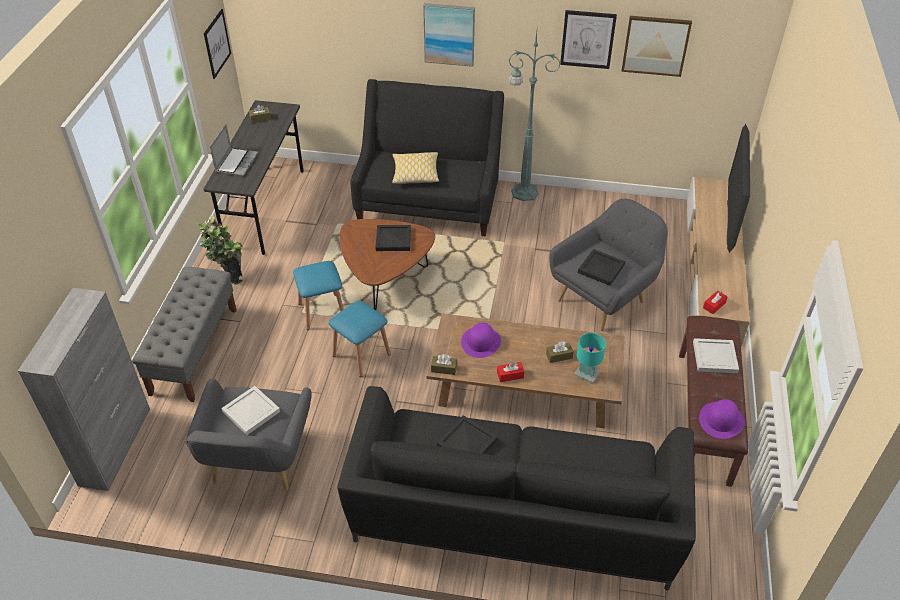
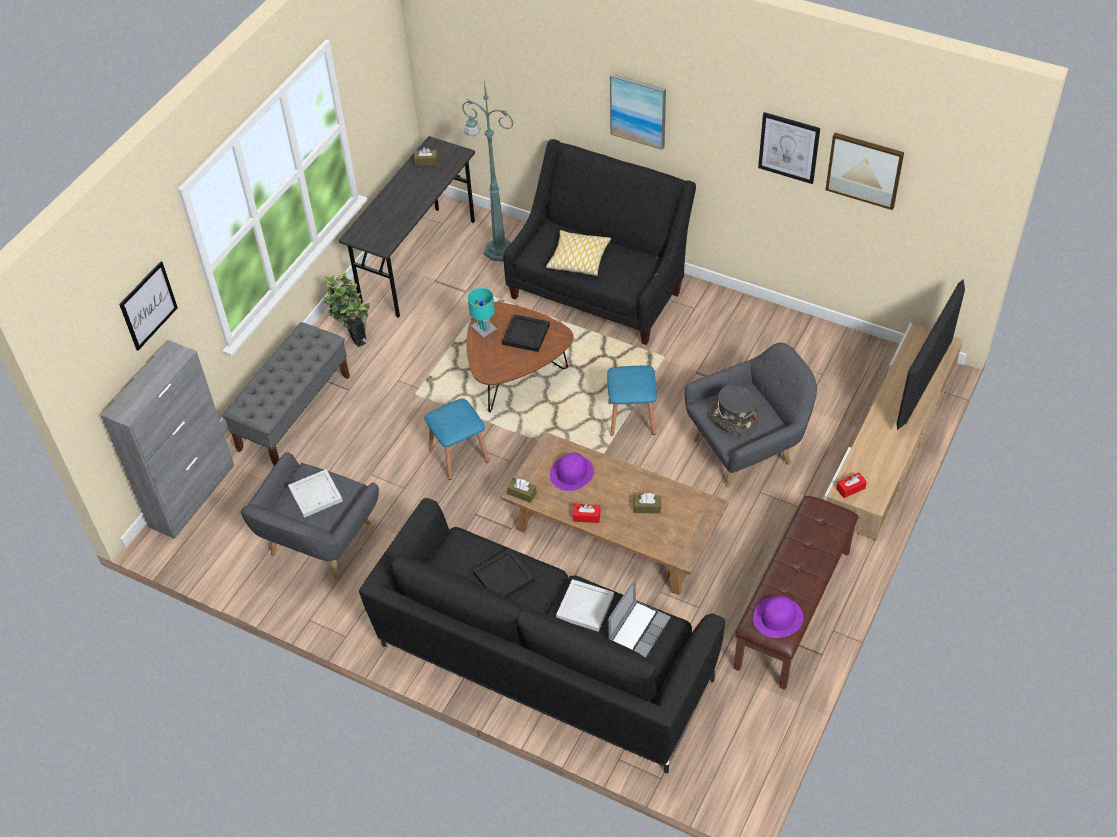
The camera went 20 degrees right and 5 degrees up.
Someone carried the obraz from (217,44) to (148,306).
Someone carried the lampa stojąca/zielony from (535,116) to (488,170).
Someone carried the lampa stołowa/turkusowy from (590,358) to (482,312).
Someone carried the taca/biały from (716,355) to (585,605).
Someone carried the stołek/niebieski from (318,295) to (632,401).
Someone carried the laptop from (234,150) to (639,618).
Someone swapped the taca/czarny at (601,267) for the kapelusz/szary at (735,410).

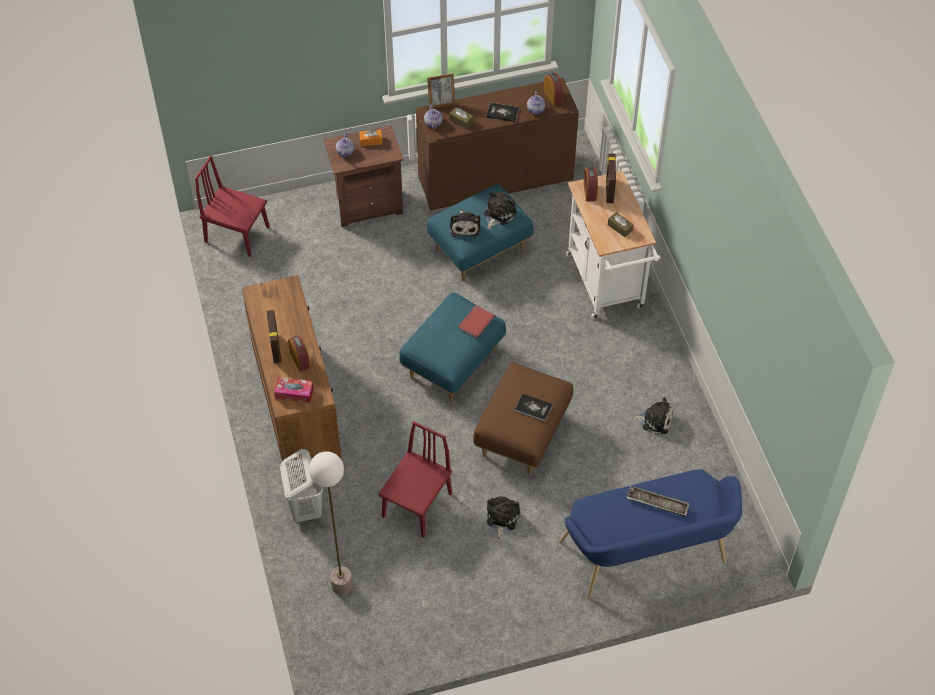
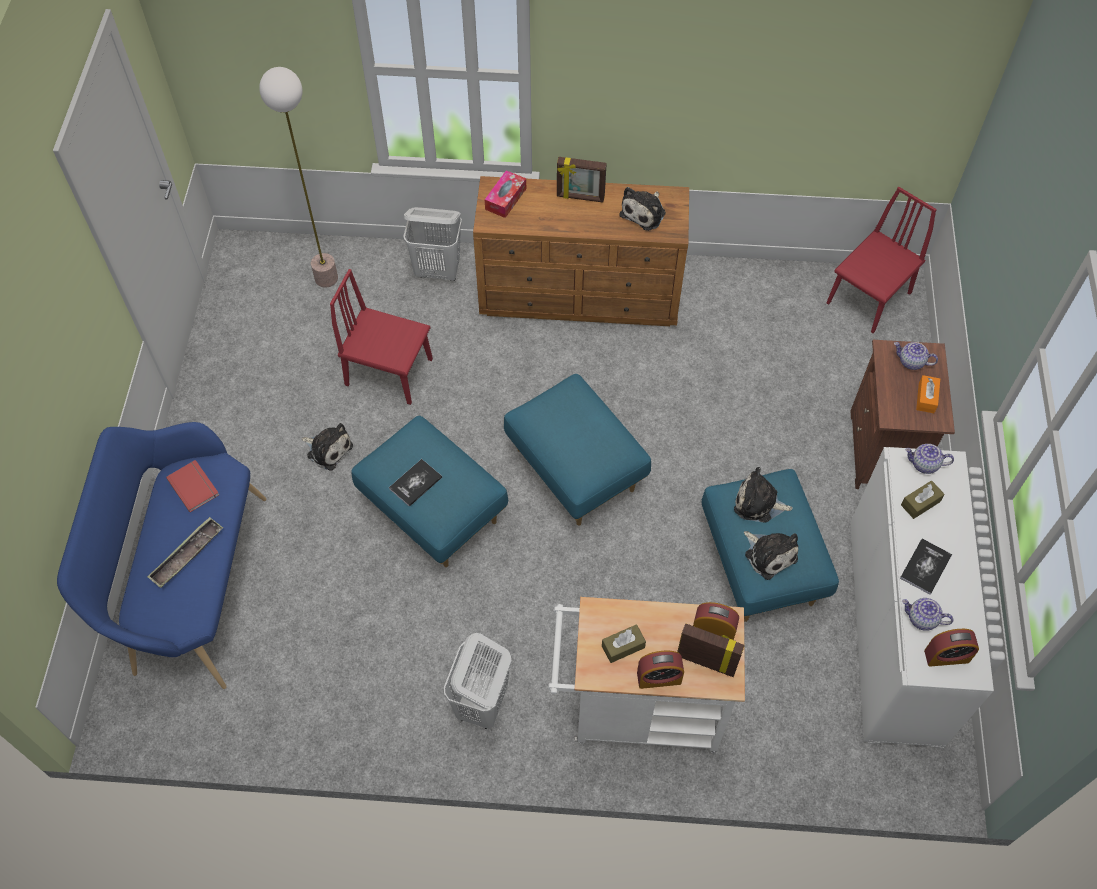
The camera went 110 degrees right and 5 degrees up.
Someone carried the książka/czerwony from (476,321) to (192,486).
Someone rotated the krzesło/czerwony at (415,479) by 150 degrees clockwise.
Someone repainted the pufa/brązowy at (523,418), which became the pufa/niebieski at (429,491).
Someone put down the kosz na pranie/biały at (478,681).
Someone carried the pluszak from (652,415) to (642,209).
Someone carried the budzik from (299,353) to (660,670).
Someone repainted the szafka/brązowy at (497,144), which became the szafka/biały at (922,597).
Someone took away the ramka na zdjęcie at (441,91).

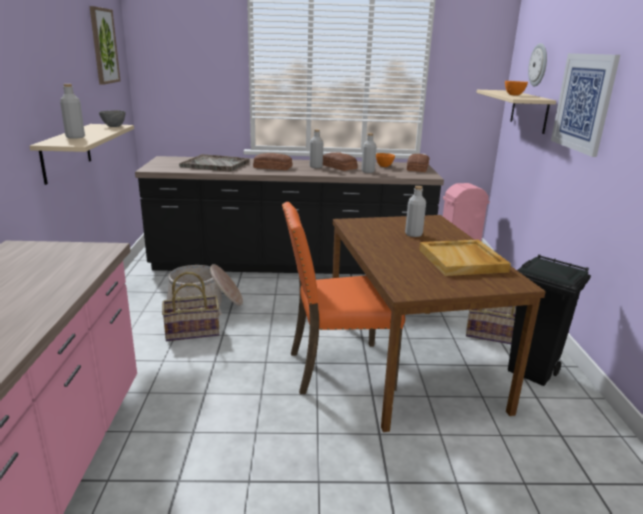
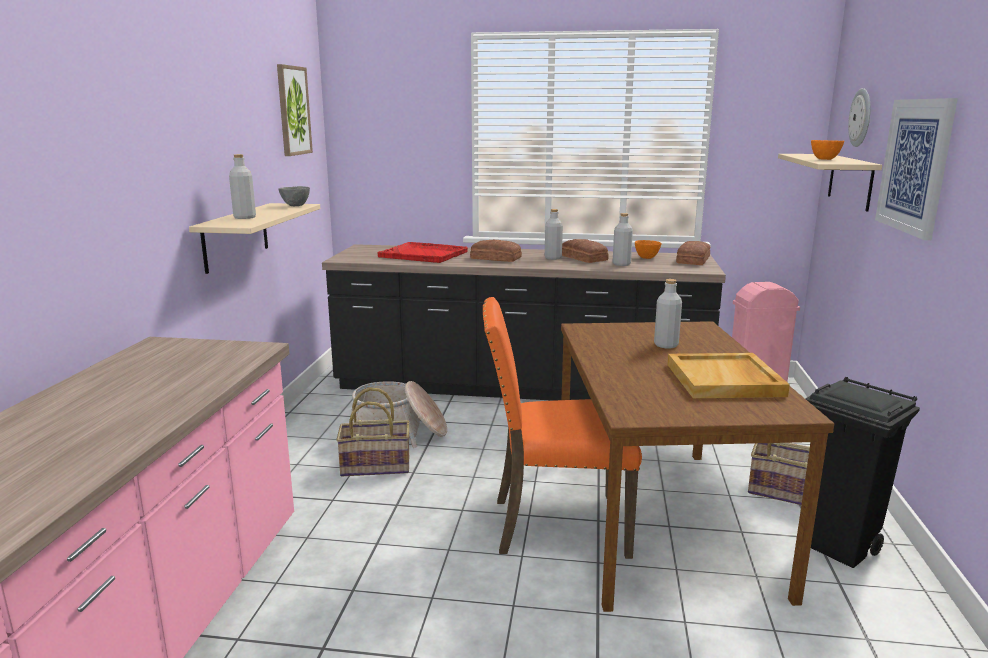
The camera went 10 degrees right and 5 degrees down.
Someone repainted the taca/szary at (214,163), which became the taca/czerwony at (423,252).

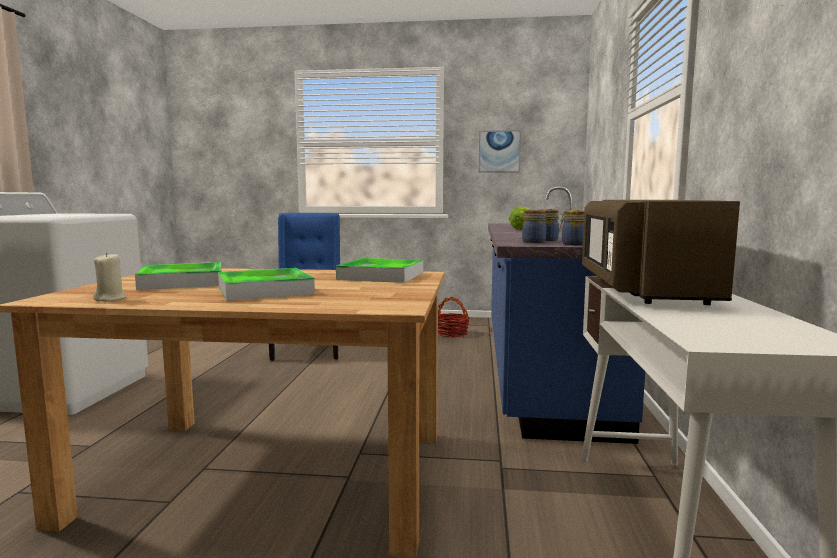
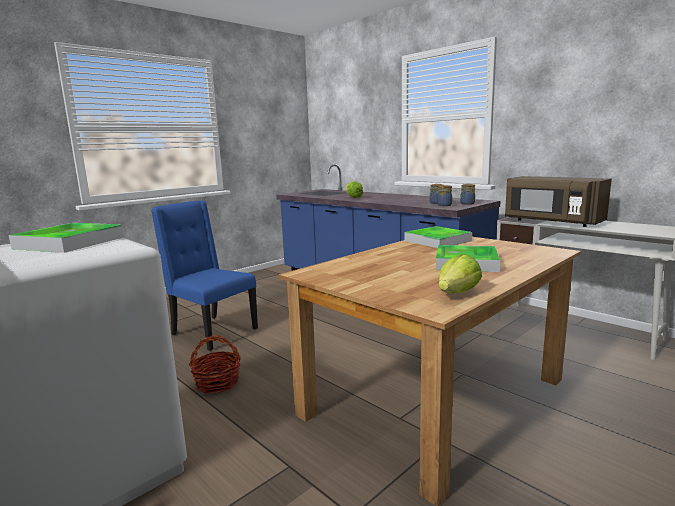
The camera went 50 degrees left and 5 degrees up.
Someone carried the taca from (178,276) to (66,238).
Someone carried the koszyk from (454,317) to (214,364).
Someone swapped the świeca/beżowy at (110,276) for the sałata at (460,273).
Someone took away the obraz at (500,151).

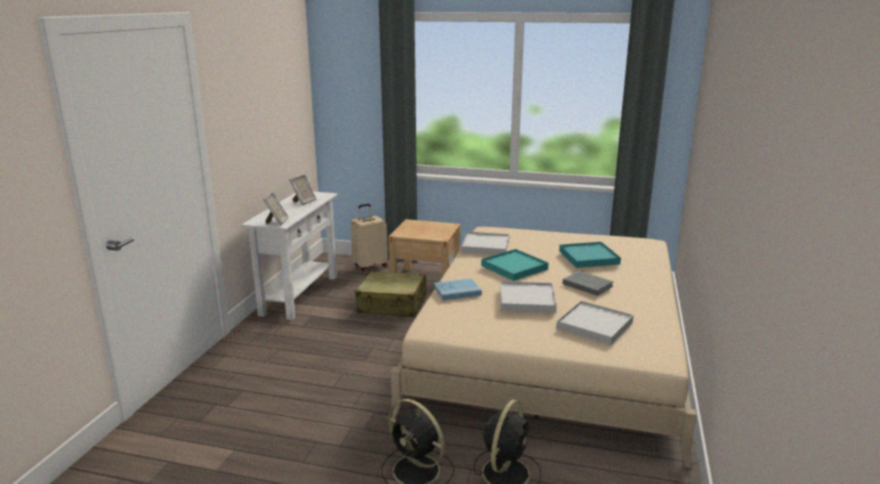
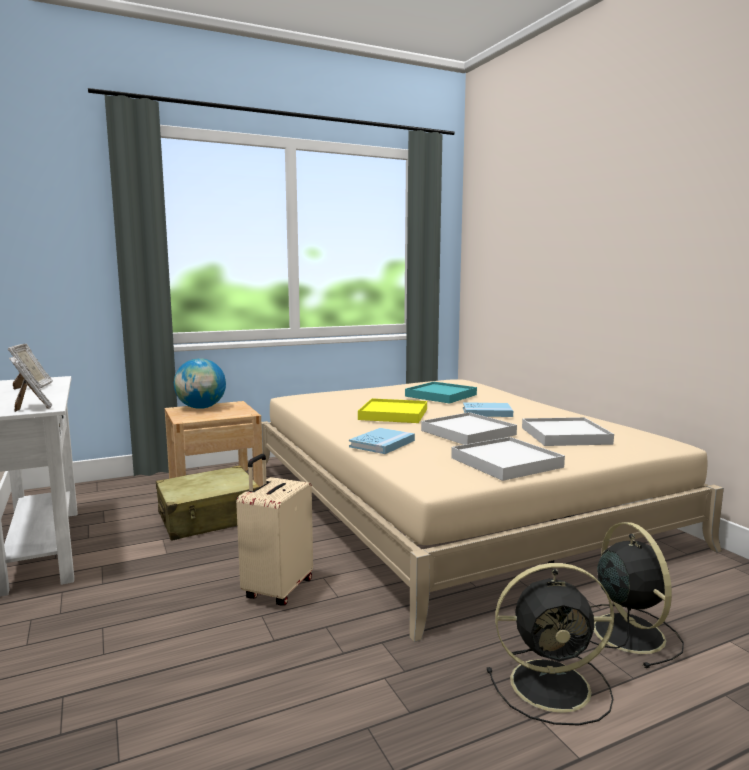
The camera went 40 degrees left and 10 degrees down.
Someone put down the globus at (200,383).
Someone carried the walizka/beżowy from (369,238) to (274,530).
Someone repainted the taca/turkusowy at (515,265), which became the taca/żółty at (392,410).
Someone carried the taca/biały from (485,243) to (508,459).
Someone repainted the książka/szary at (588,283), which became the książka/niebieski at (488,409).

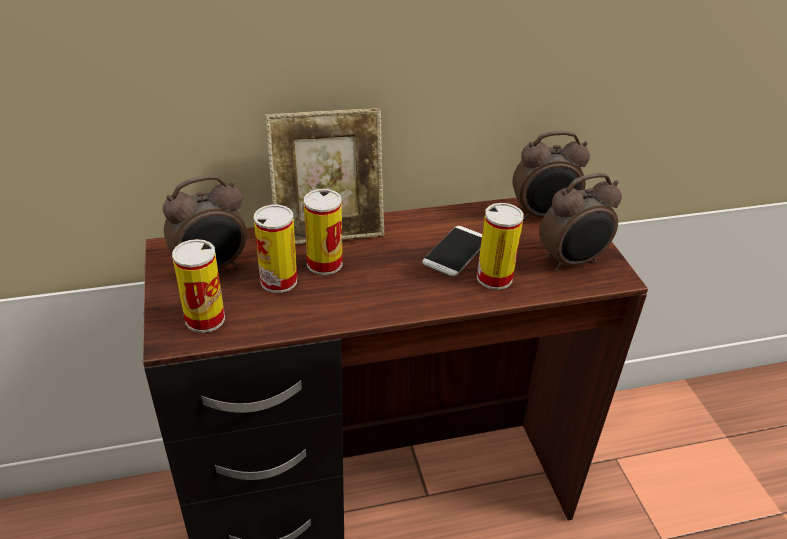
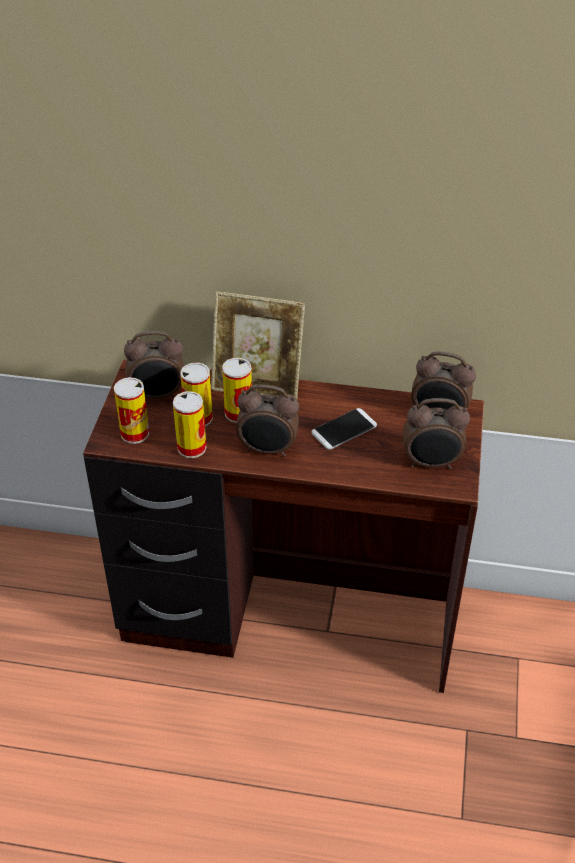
The camera went 25 degrees right and 5 degrees up.
Someone carried the puszka from (500,246) to (190,424).
Someone put down the budzik at (267,421).

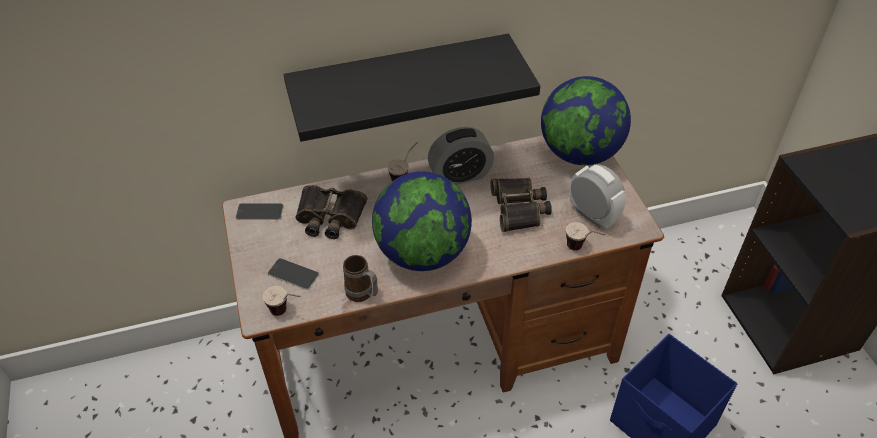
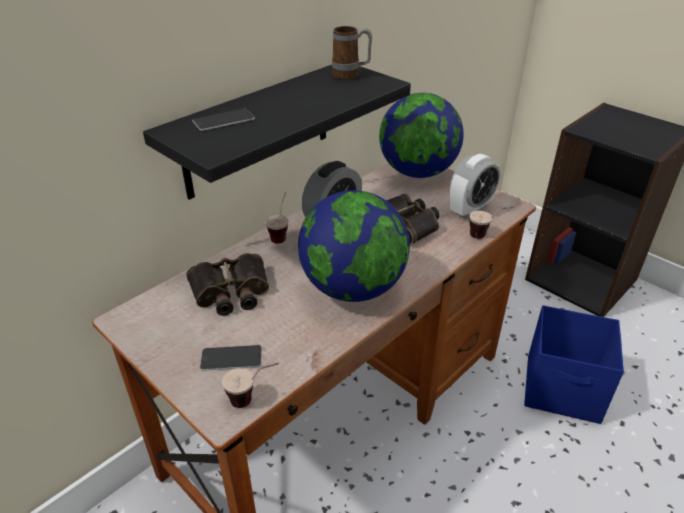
The camera went 30 degrees left and 10 degrees down.
Someone carried the telefon from (259,211) to (223,119).
Someone carried the kubek from (360,278) to (352,53).
Someone rotated the budzik at (598,196) by 120 degrees clockwise.

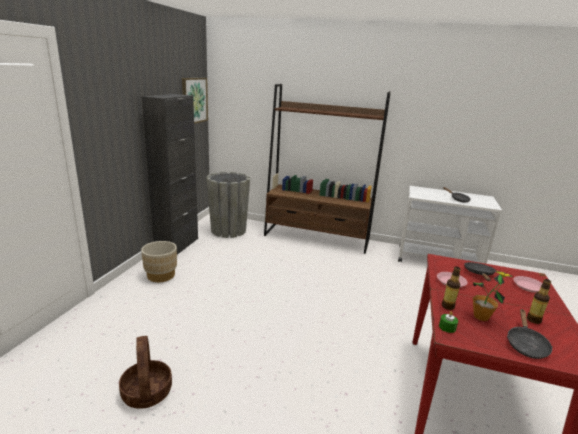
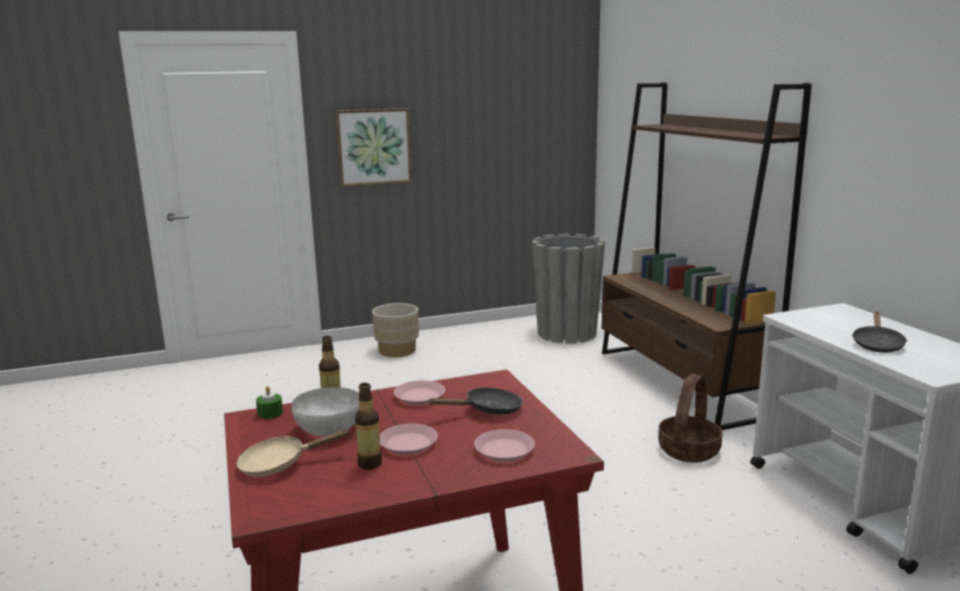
The camera went 55 degrees right and 5 degrees down.
Someone repainted the patelnia/czarny at (530,334), which became the patelnia/beżowy at (293,453).
Someone swapped the roślina doniczkowa at (493,296) for the miska/biały at (325,411).
Someone carried the obraz from (195,101) to (373,147).
Someone put down the talerz/różowy at (409,439).
Someone carried the koszyk from (145,372) to (690,418).
Someone took away the szafka/czarny at (170,174).

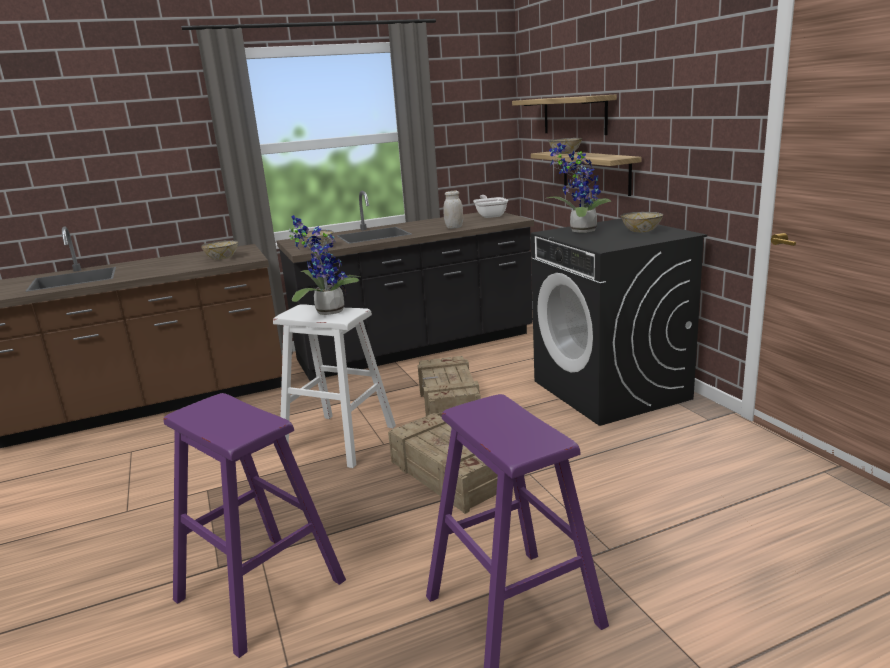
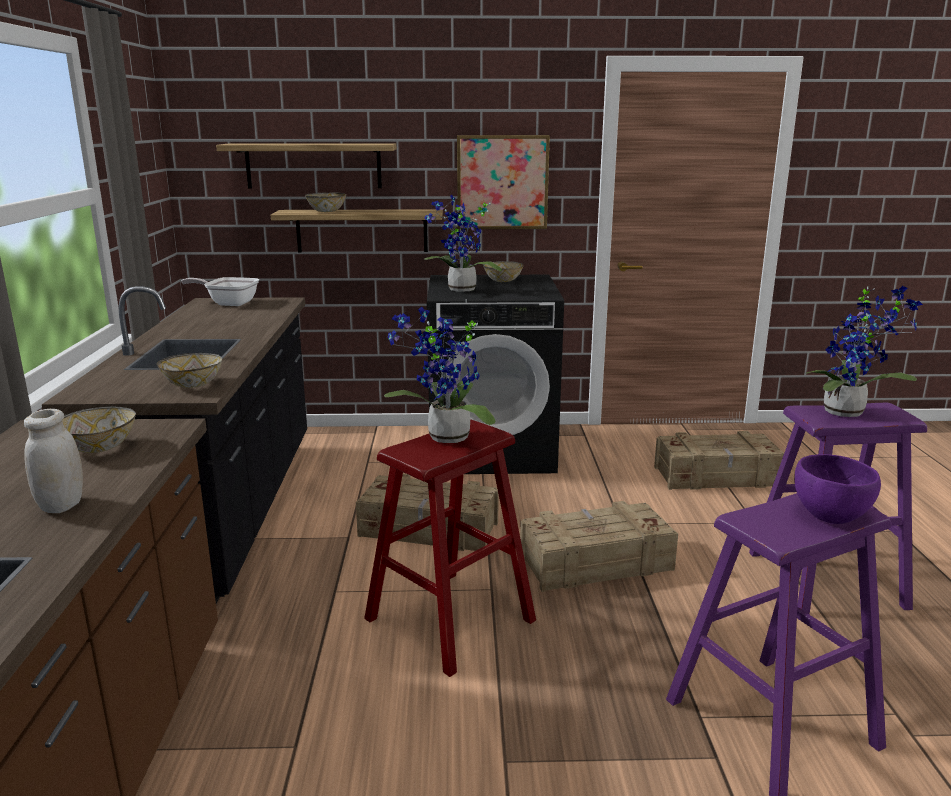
The camera went 70 degrees left and 0 degrees up.
Someone carried the słoik/biały from (453,210) to (53,461).
Someone repainted the stołek/biały at (334,386), which became the stołek/czerwony at (450,548).
Someone put up the obraz at (503,182).
Someone put down the skrzynka at (719,460).
Someone put down the miska/fioletowy at (837,489).
Someone put down the roślina doniczkowa at (865,351).

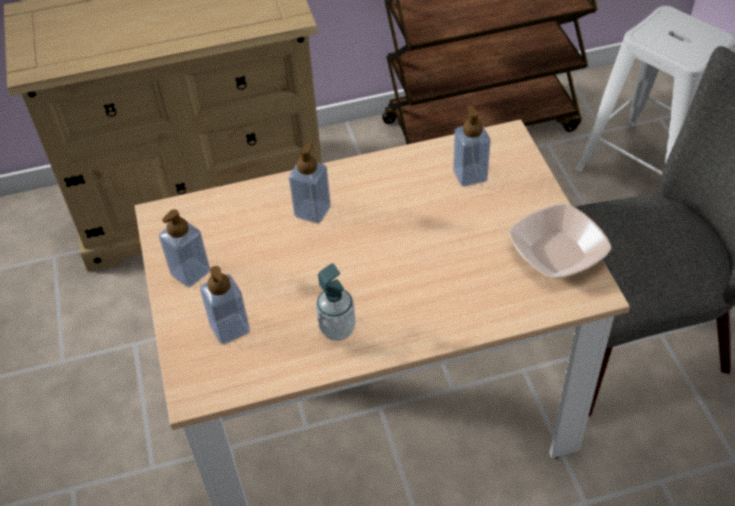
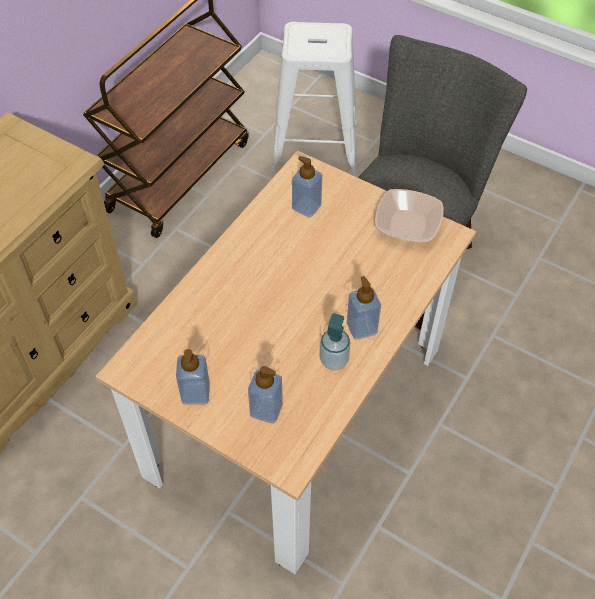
The camera went 45 degrees left and 5 degrees up.
Someone carried the dozownik mydła from (310,183) to (364,308).

